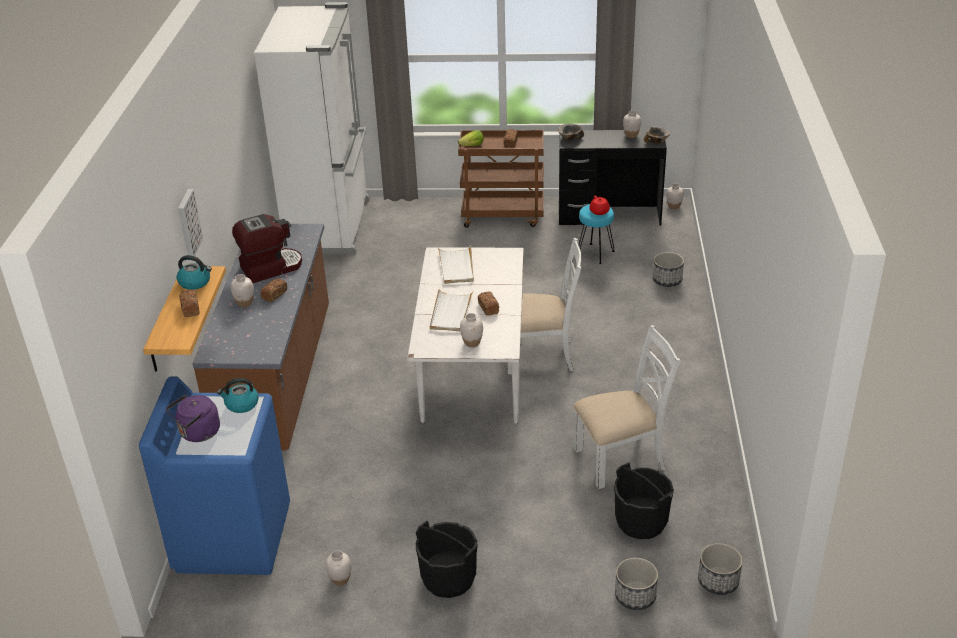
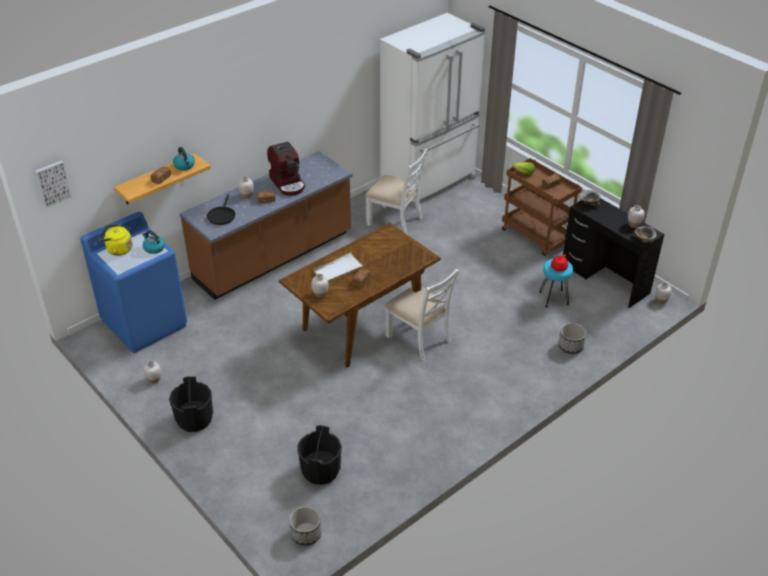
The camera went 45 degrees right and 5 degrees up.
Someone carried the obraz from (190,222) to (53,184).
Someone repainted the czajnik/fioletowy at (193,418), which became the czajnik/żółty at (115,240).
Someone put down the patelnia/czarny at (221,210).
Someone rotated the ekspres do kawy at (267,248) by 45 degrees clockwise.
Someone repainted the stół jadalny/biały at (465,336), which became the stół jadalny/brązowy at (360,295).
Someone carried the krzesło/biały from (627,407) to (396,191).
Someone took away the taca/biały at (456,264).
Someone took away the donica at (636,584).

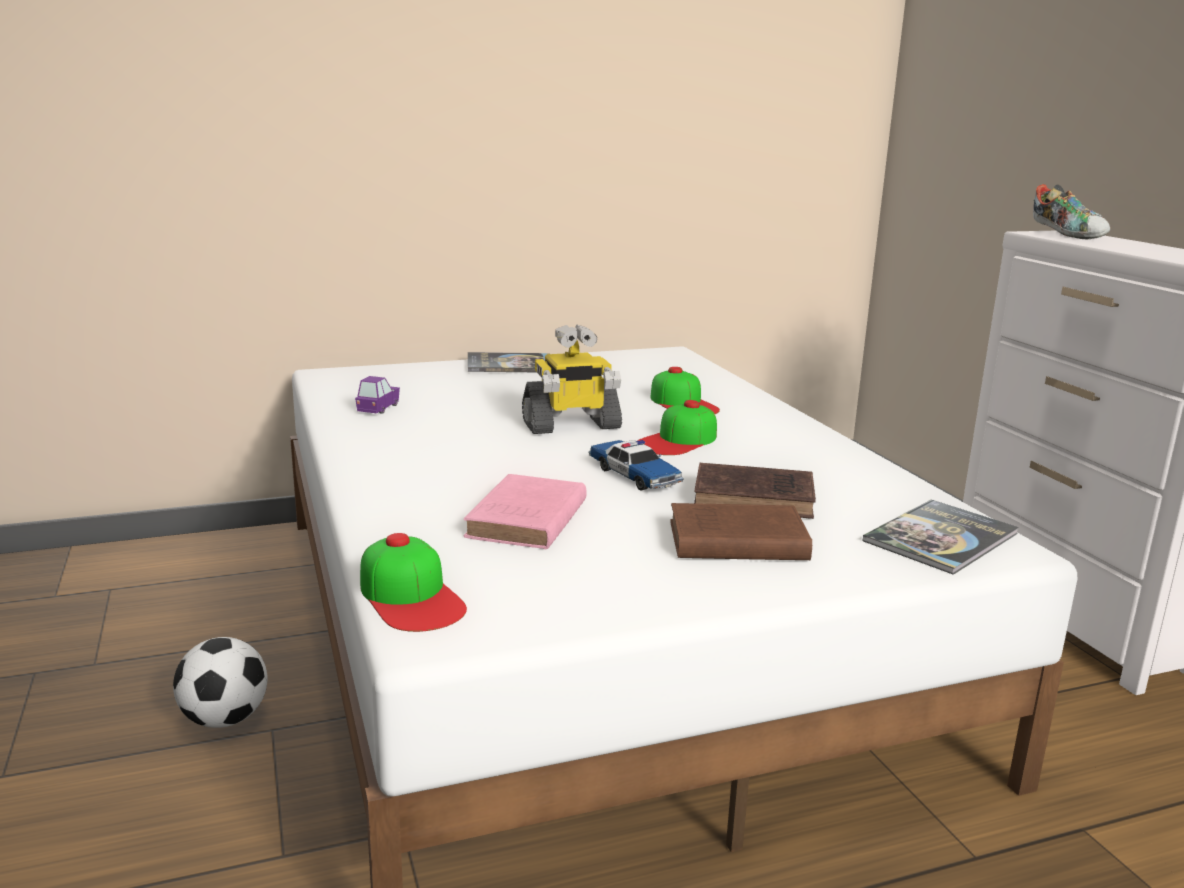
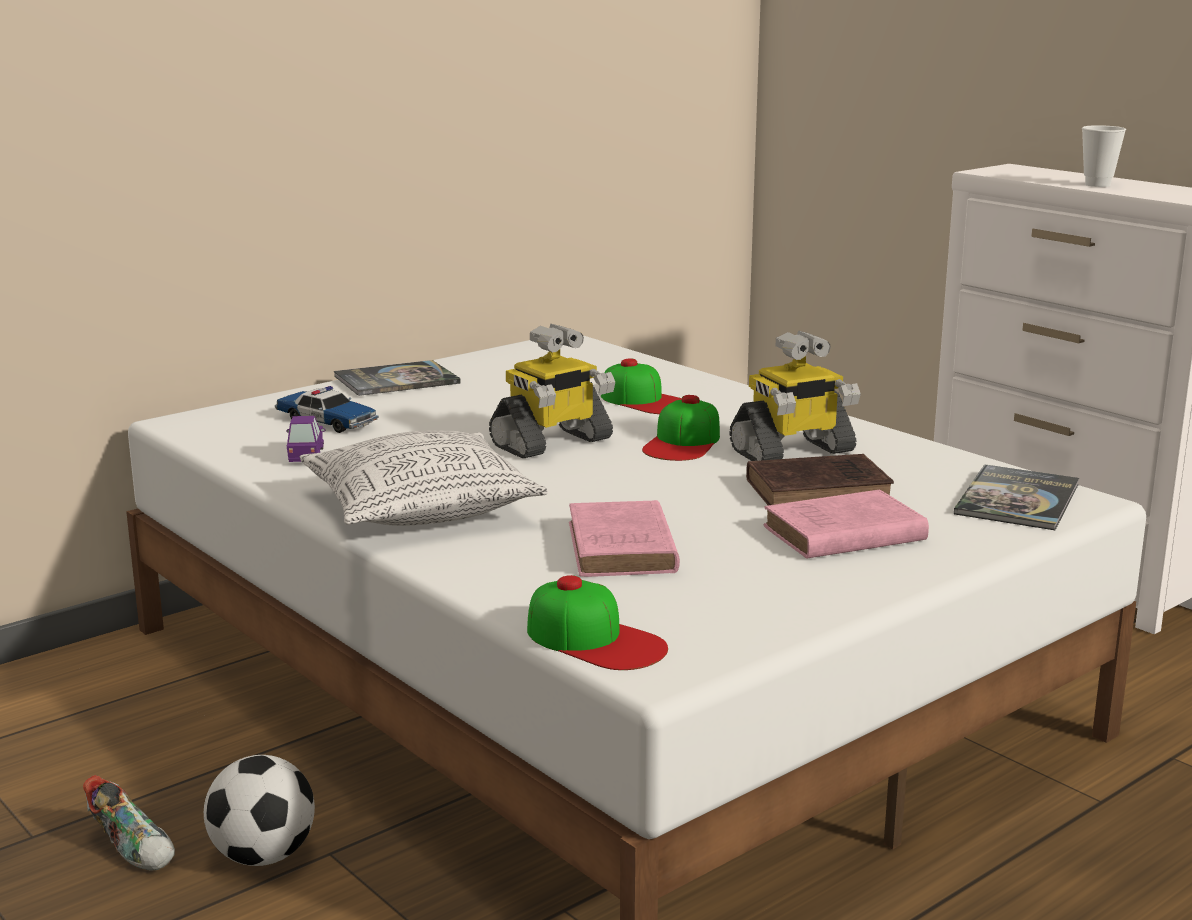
The camera went 20 degrees left and 0 degrees up.
Someone carried the but from (1071,211) to (129,822).
Someone carried the samochodzik from (636,465) to (326,409).
Someone put down the poduszka at (424,478).
Someone put down the robot zabawkowy at (795,396).
Someone repainted the książka/brązowy at (741,531), which became the książka/różowy at (846,524).
Someone put down the filiżanka at (1104,156).

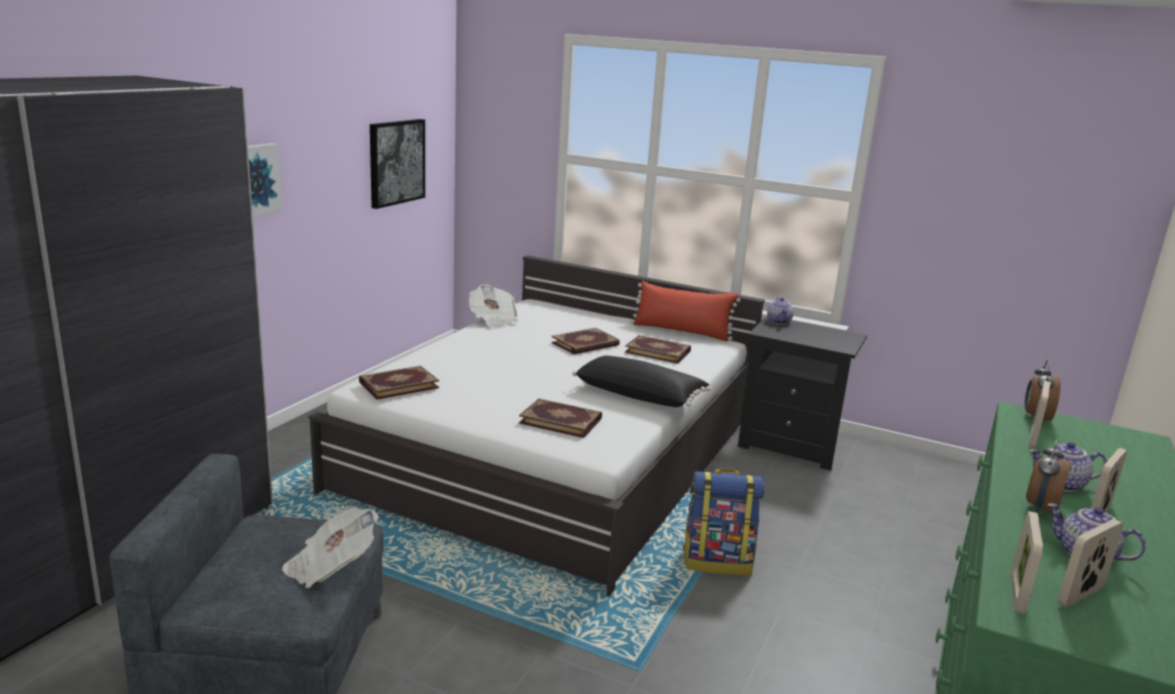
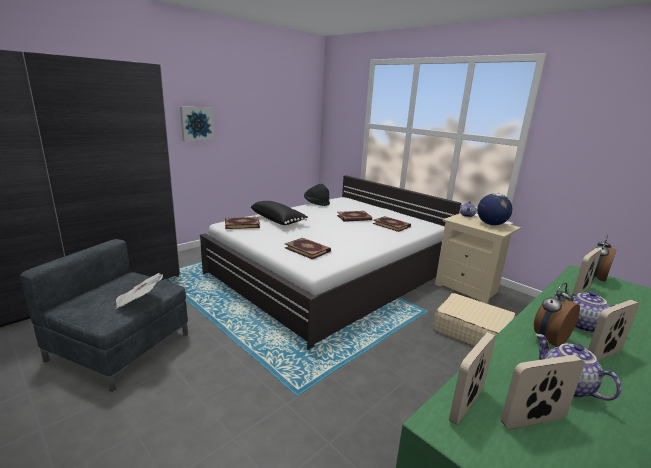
The camera went 20 degrees right and 0 degrees up.
Someone carried the poduszka/czarny from (641,381) to (279,213).
Someone swapped the gazeta at (493,307) for the kapelusz/czarny at (317,195).
Someone put down the walizka/beżowy at (474,319).
Someone repainted the szafka nocna/czarny at (802,393), which became the szafka nocna/beżowy at (478,258).
Someone put down the globus at (494,209).
Someone took away the obraz at (397,164).
Someone took away the poduszka/czerwony at (685,311).
Someone took away the plecak at (724,522).

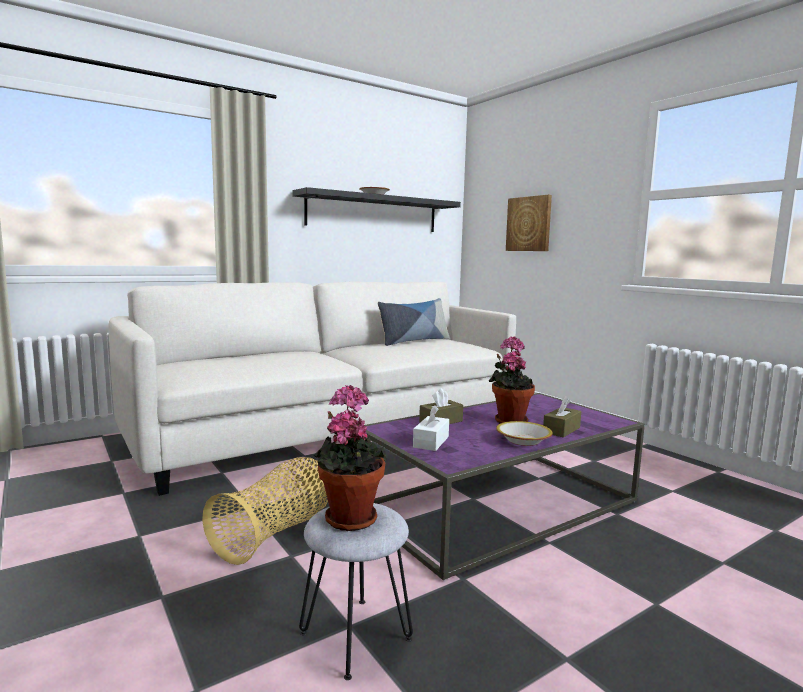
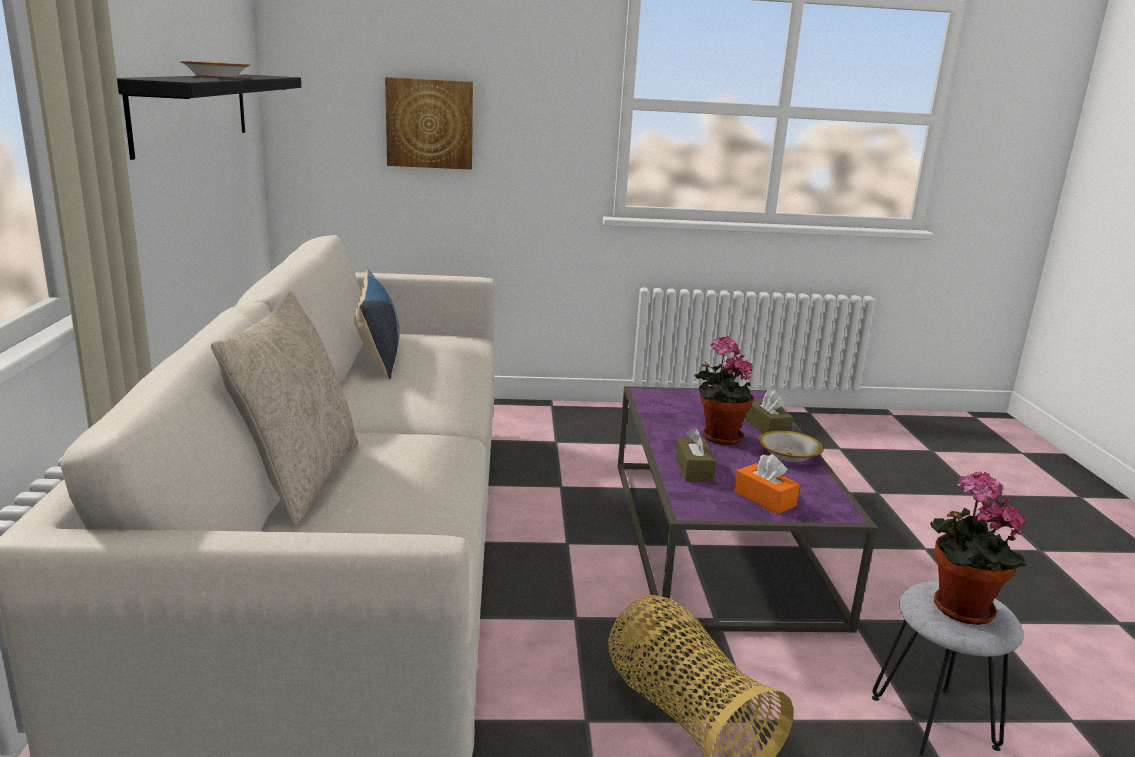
The camera went 60 degrees left and 10 degrees up.
Someone put down the poduszka/beżowy at (285,408).
Someone repainted the pudełko chusteczek/biały at (431,428), which became the pudełko chusteczek/pomarańczowy at (767,484).

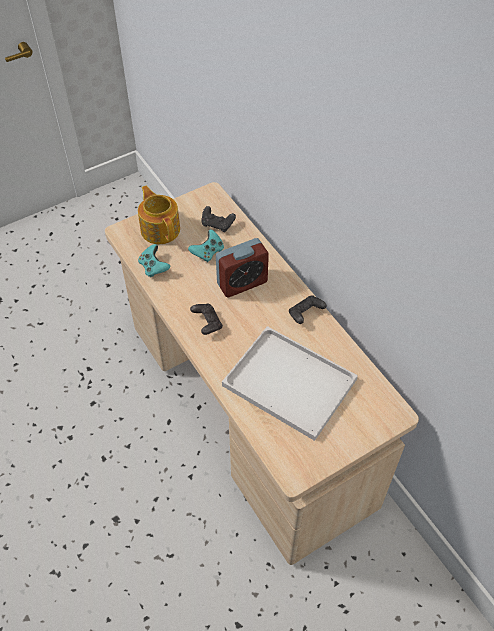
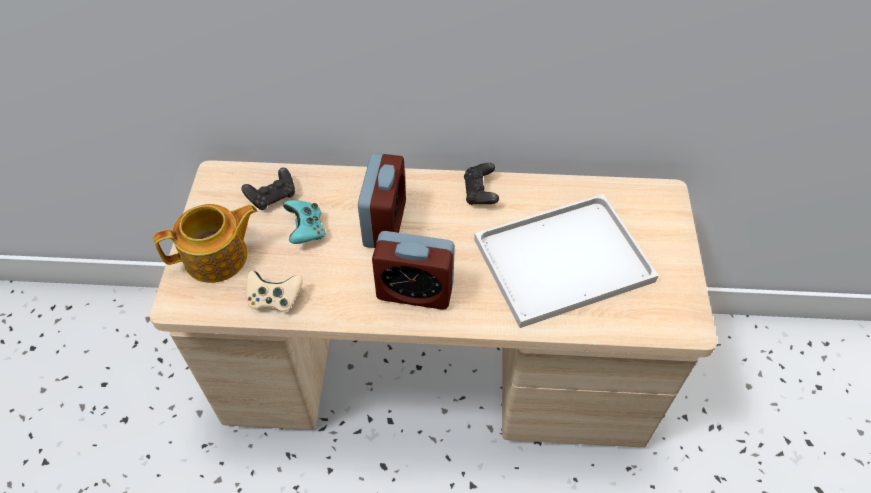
The camera went 55 degrees left and 0 degrees up.
Someone rotated the imbryk at (159,215) by 150 degrees clockwise.
Someone repainted the pad do gier/turkusowy at (154,260), which became the pad do gier/beżowy at (274,291).
Someone swapped the pad do gier/czarny at (206,319) for the budzik at (413,270).

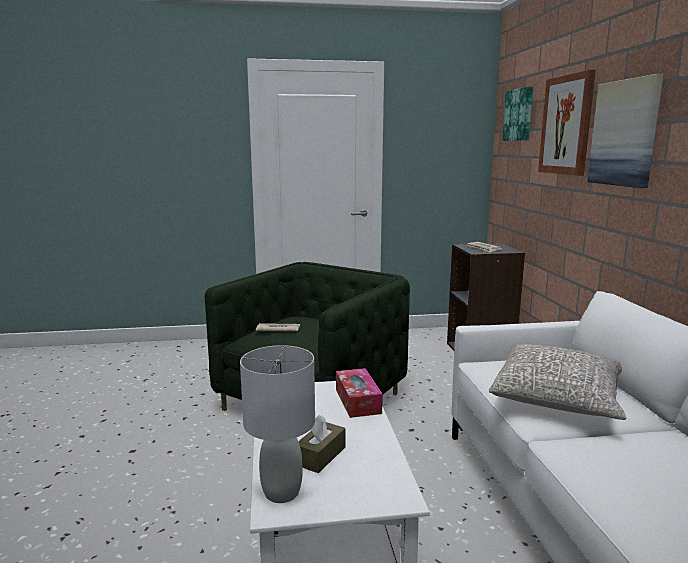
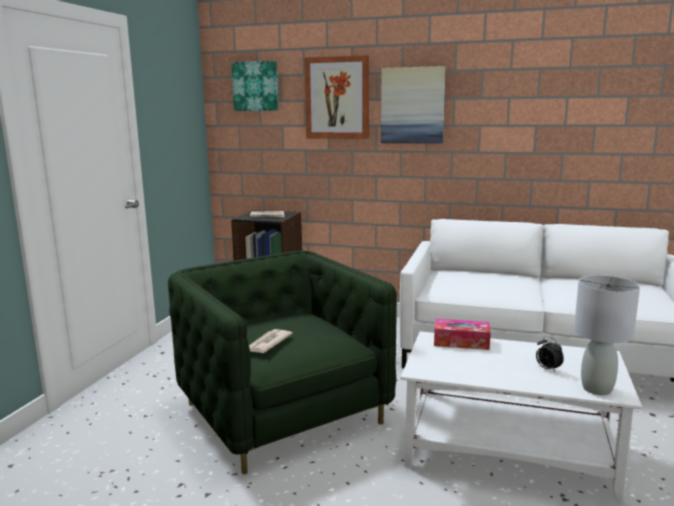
The camera went 65 degrees left and 0 degrees up.
Someone swapped the pudełko chusteczek/brązowy at (321,444) for the budzik at (550,354).
Someone took away the poduszka/szary at (557,382).

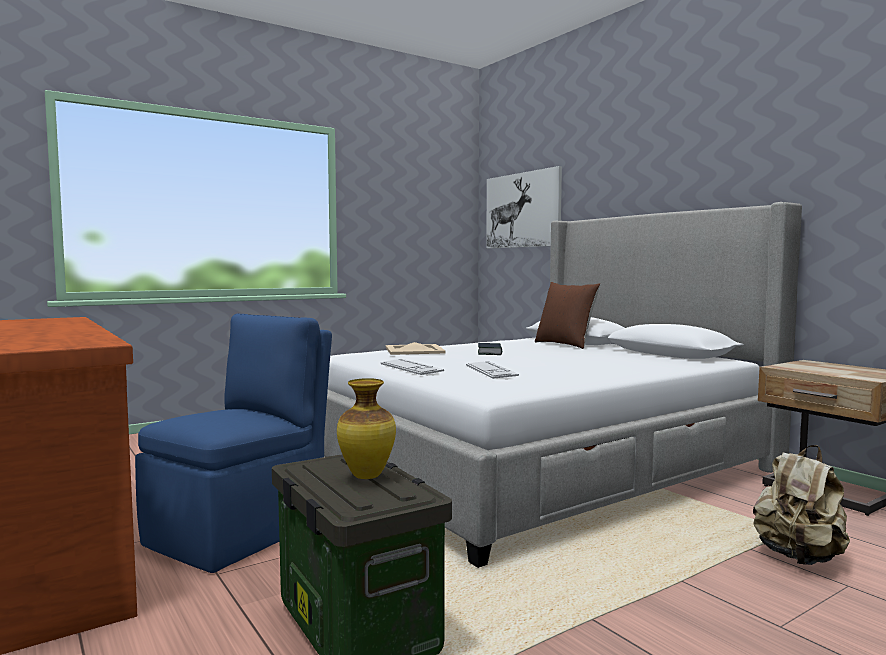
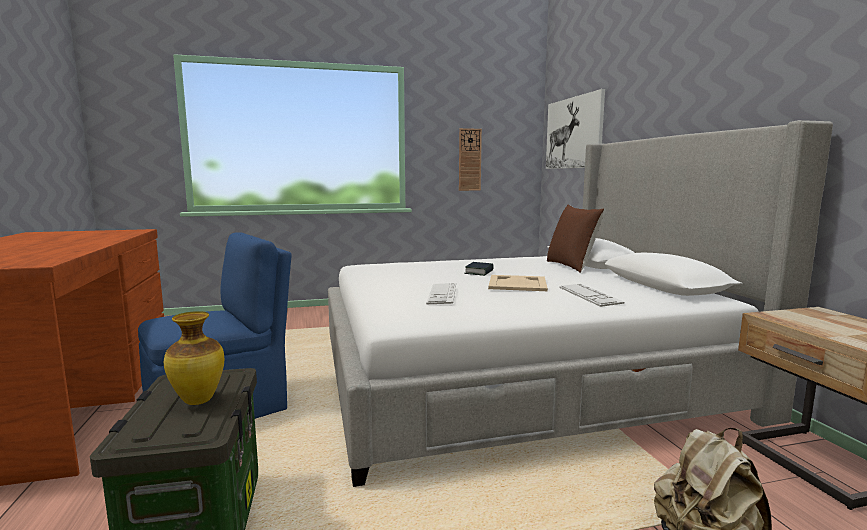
The camera went 20 degrees right and 5 degrees up.
Someone put up the zegar ścienny at (470,159).
Someone carried the taca/beżowy from (416,348) to (518,283).
Someone carried the klawiatura from (412,367) to (592,295).

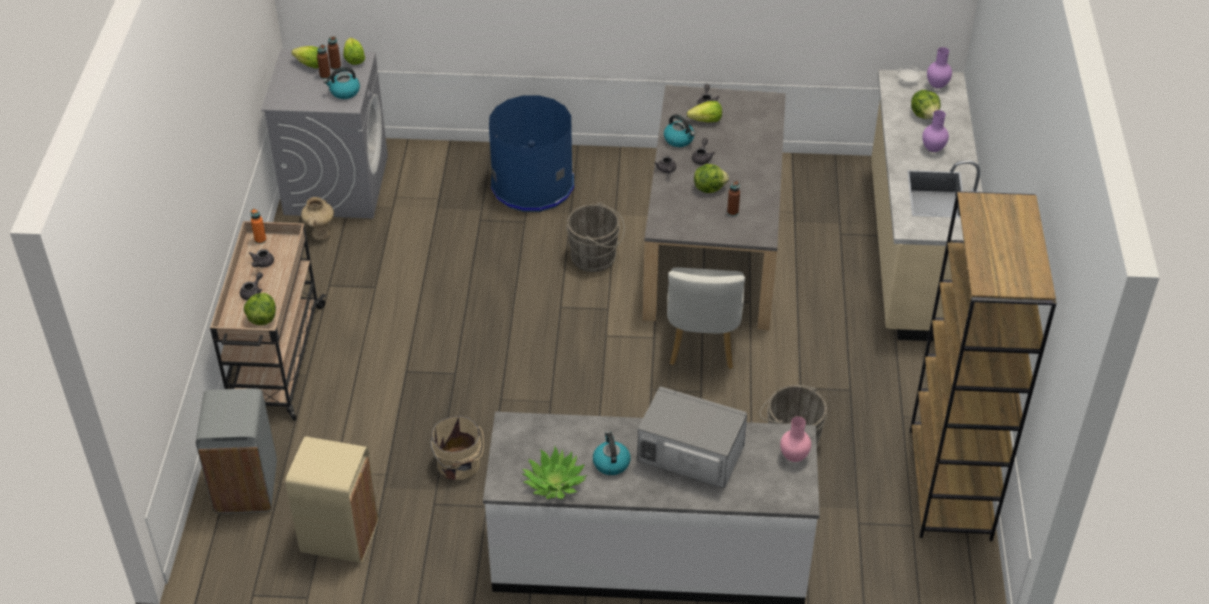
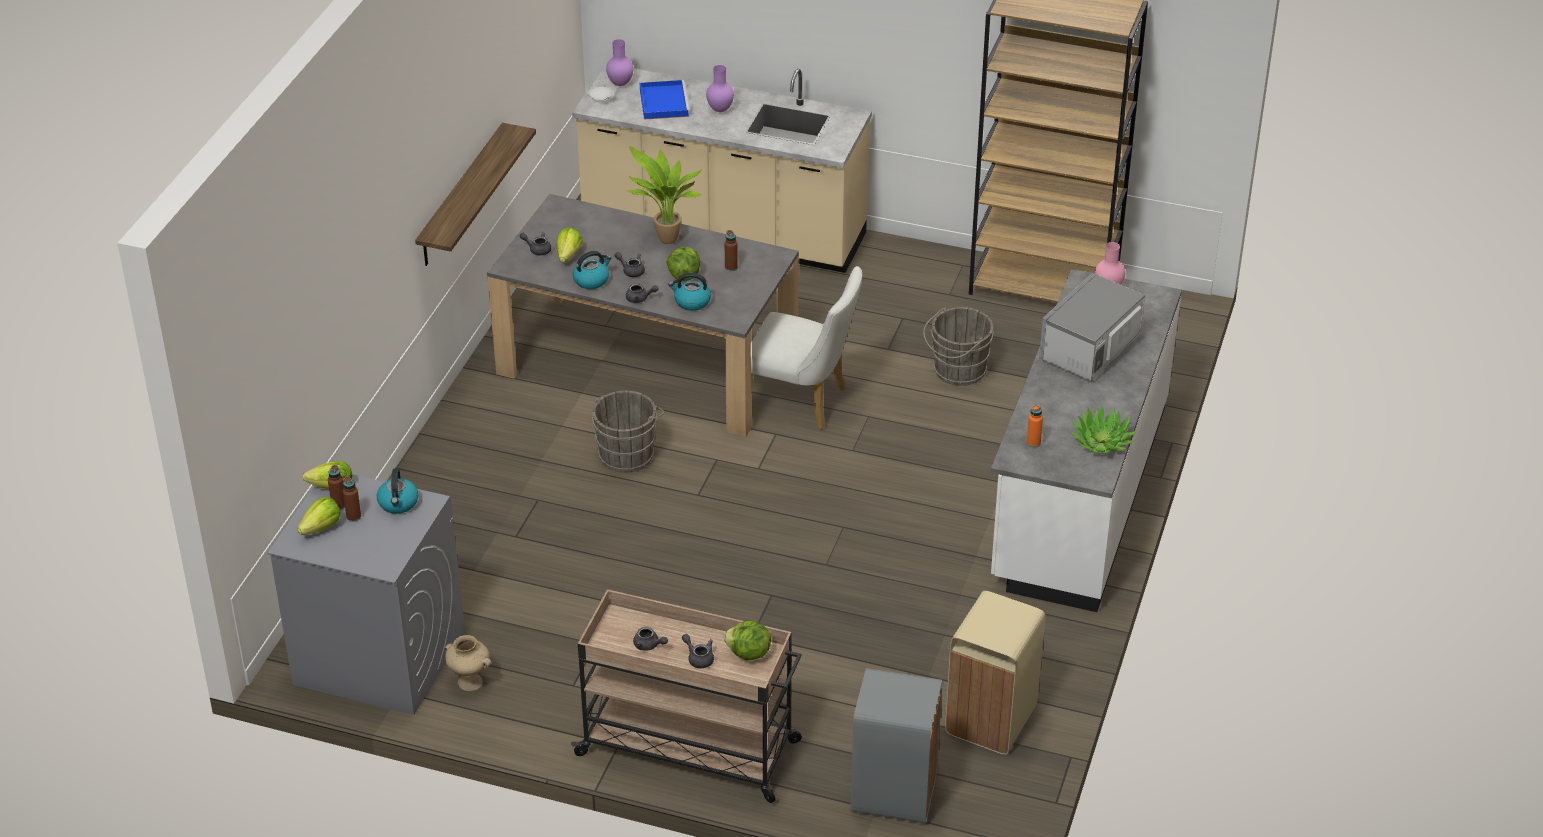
The camera went 75 degrees left and 5 degrees down.
Someone put up the półka at (475,194).
Someone put down the roślina doniczkowa at (664,195).
Someone swapped the sałata at (926,104) for the taca/niebieski at (665,100).
Someone carried the czajnik from (612,453) to (689,292).
Someone carried the butelka/pomarańczowy from (258,226) to (1035,426).
Someone took away the wiadro/beżowy at (457,448).
Someone took away the kosz na śmieci/niebieski at (531,153).

